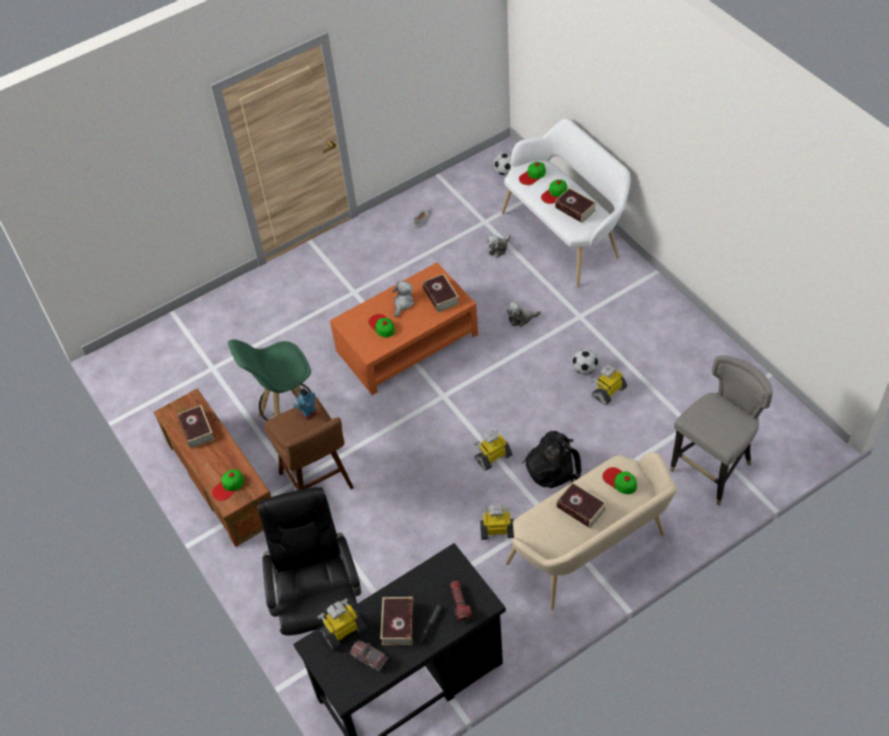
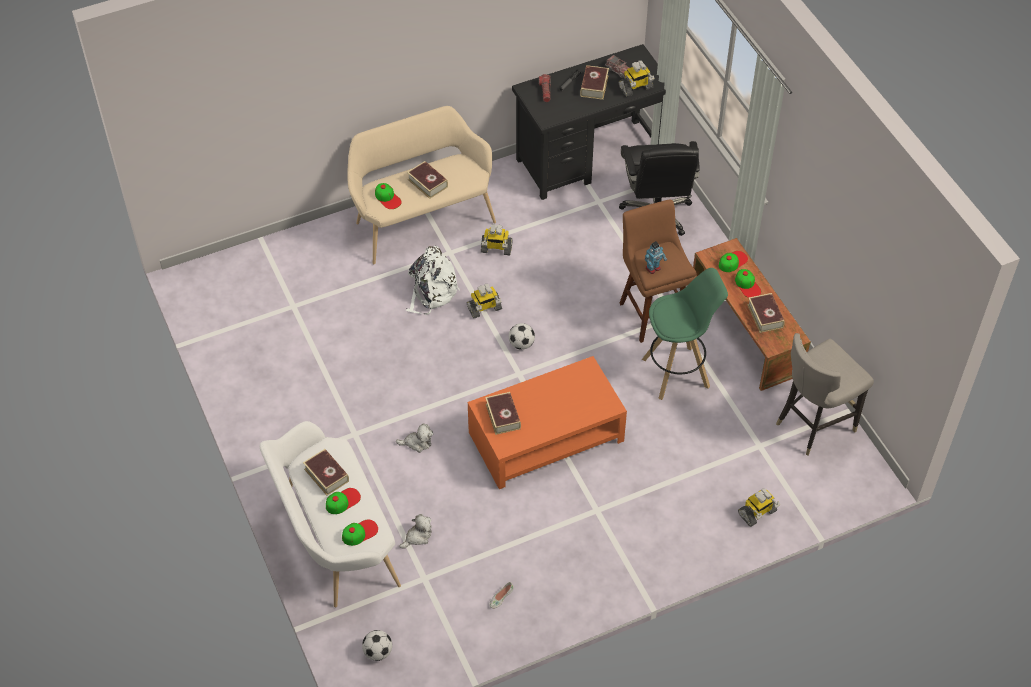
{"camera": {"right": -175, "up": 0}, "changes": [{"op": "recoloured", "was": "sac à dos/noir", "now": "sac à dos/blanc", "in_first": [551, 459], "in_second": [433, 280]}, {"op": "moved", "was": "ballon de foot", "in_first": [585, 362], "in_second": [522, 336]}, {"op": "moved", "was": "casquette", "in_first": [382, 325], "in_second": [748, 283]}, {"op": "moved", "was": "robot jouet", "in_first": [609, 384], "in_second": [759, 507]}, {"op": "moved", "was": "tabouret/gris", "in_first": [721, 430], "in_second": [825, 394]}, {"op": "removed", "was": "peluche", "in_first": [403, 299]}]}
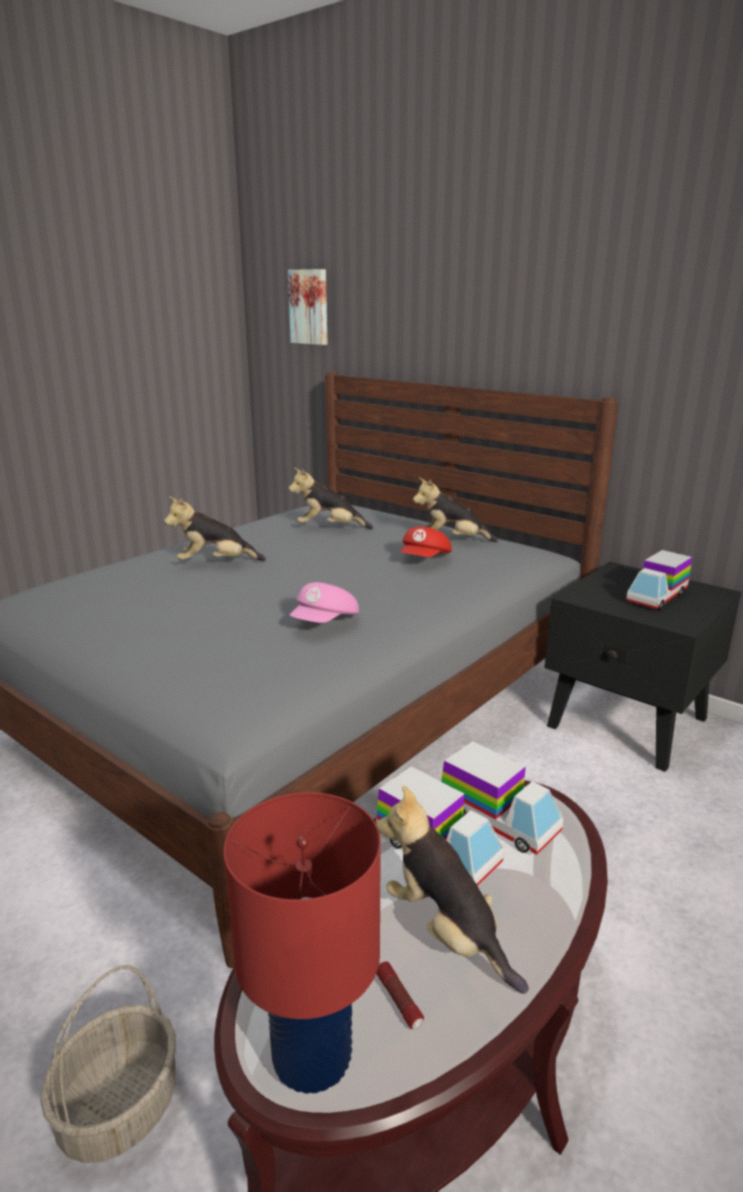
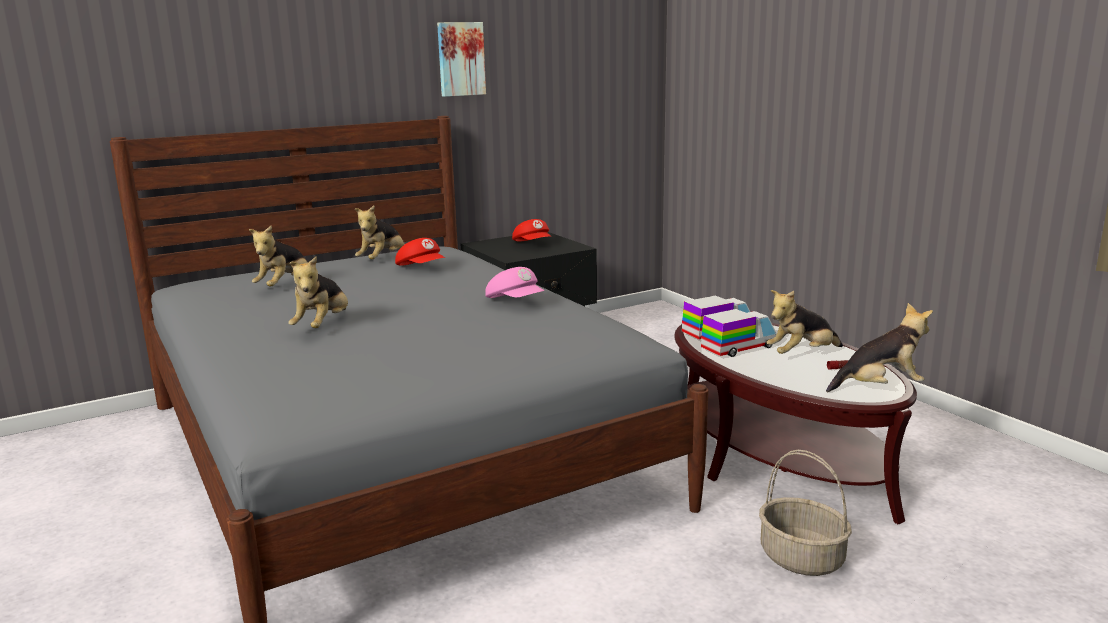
{"camera": {"right": -70, "up": -5}, "changes": [{"op": "moved", "was": "tableau", "in_first": [308, 307], "in_second": [461, 59]}, {"op": "replaced", "was": "camion jouet", "now": "casquette/rouge", "in_first": [659, 580], "in_second": [531, 230]}, {"op": "replaced", "was": "lampe de table/rouge", "now": "peluche", "in_first": [302, 943], "in_second": [879, 347]}]}
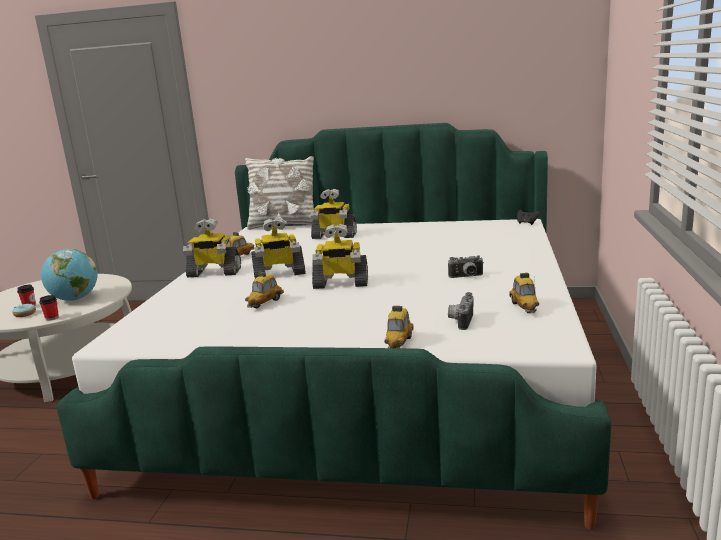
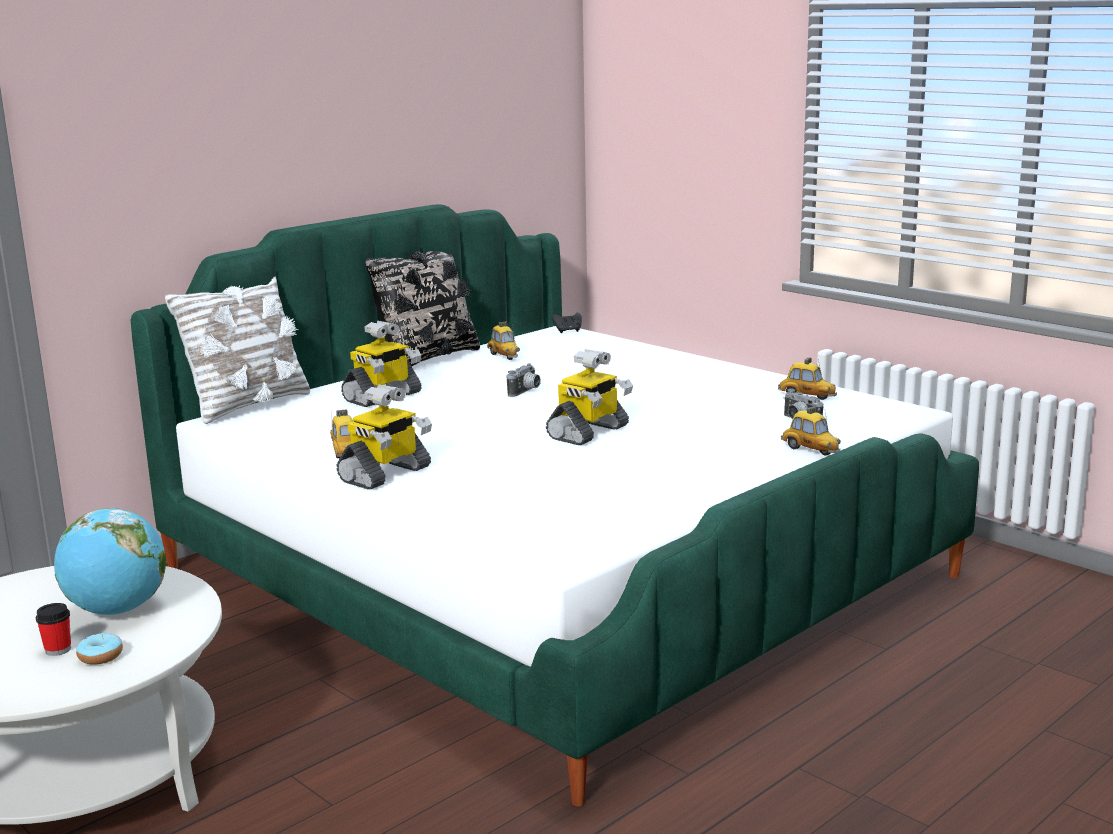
{"camera": {"right": -55, "up": 0}, "changes": [{"op": "added", "now": "coussin/noir", "in_second": [423, 308]}, {"op": "moved", "was": "petite voiture", "in_first": [264, 290], "in_second": [503, 340]}, {"op": "moved", "was": "appareil photo", "in_first": [466, 266], "in_second": [524, 380]}, {"op": "removed", "was": "tasse", "in_first": [49, 308]}, {"op": "removed", "was": "robot jouet", "in_first": [278, 248]}]}
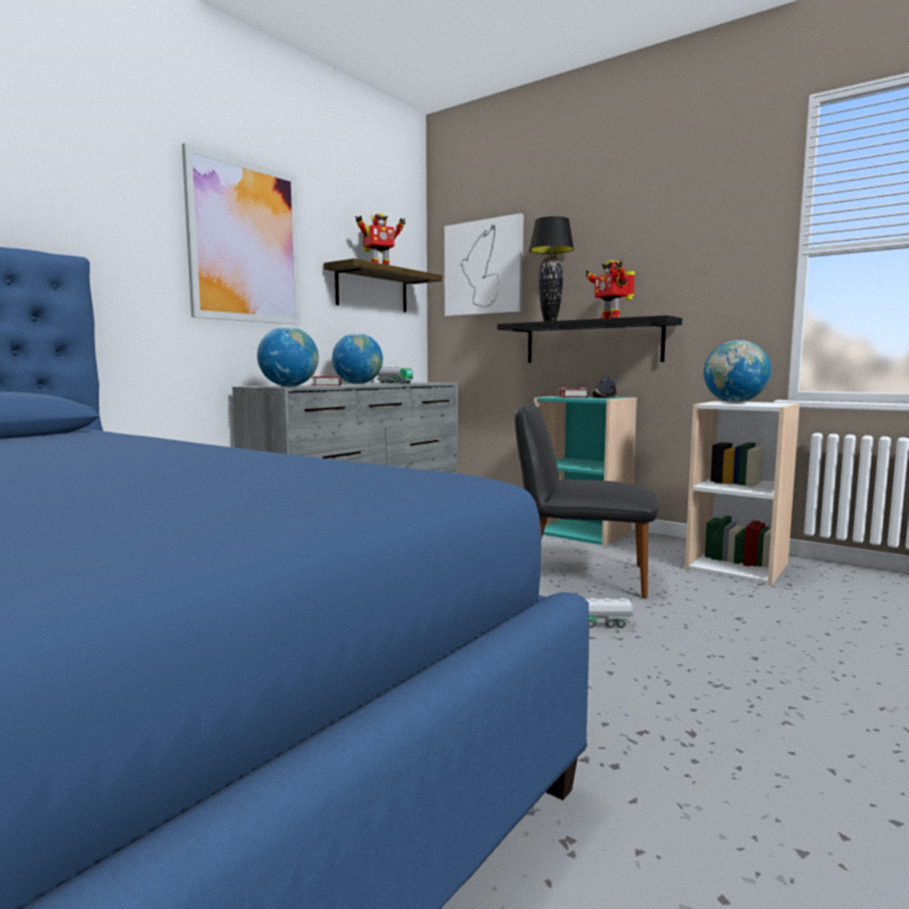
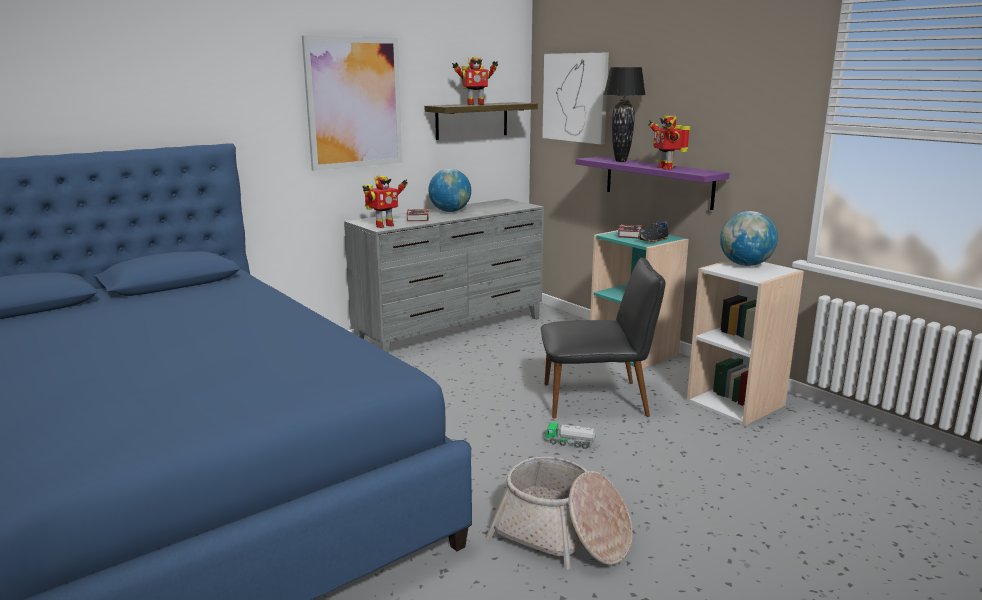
{"camera": {"right": 15, "up": 10}, "changes": [{"op": "replaced", "was": "globe", "now": "robot jouet", "in_first": [288, 356], "in_second": [385, 202]}, {"op": "added", "now": "panier", "in_second": [559, 513]}, {"op": "turned", "was": "chaise/noir", "in_first": [586, 501], "in_second": [603, 338], "clockwise": 150}, {"op": "recoloured", "was": "étagère/noir", "now": "étagère/violet", "in_first": [589, 339], "in_second": [653, 183]}, {"op": "removed", "was": "camion jouet", "in_first": [395, 375]}]}
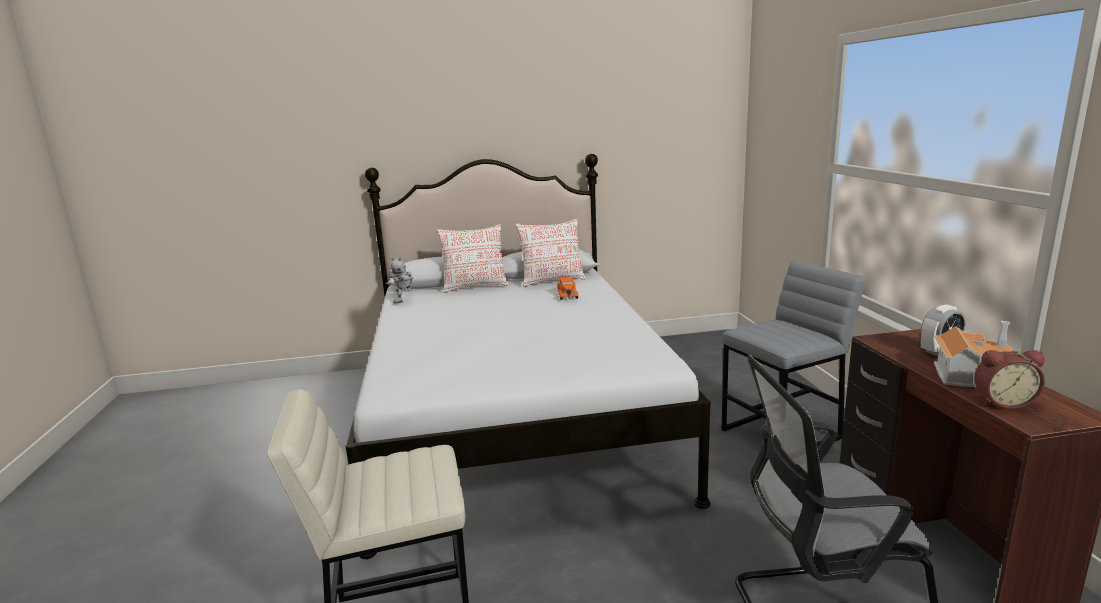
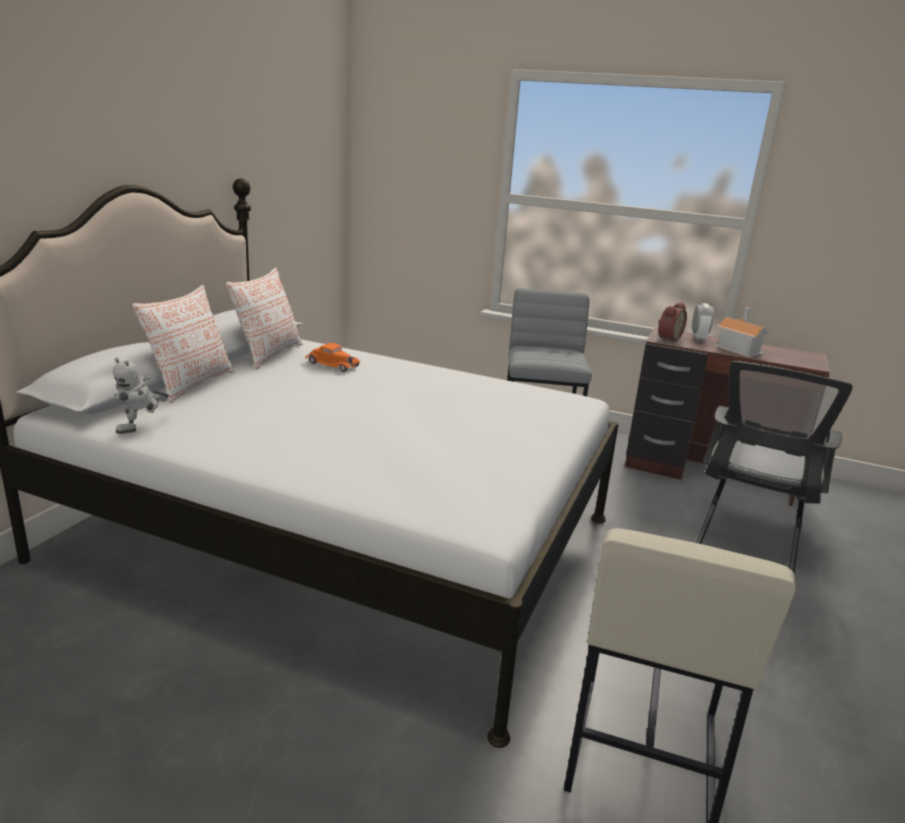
{"camera": {"right": -60, "up": 5}, "changes": [{"op": "turned", "was": "robot jouet", "in_first": [401, 281], "in_second": [141, 395], "clockwise": 75}, {"op": "moved", "was": "réveil", "in_first": [1009, 379], "in_second": [672, 322]}]}
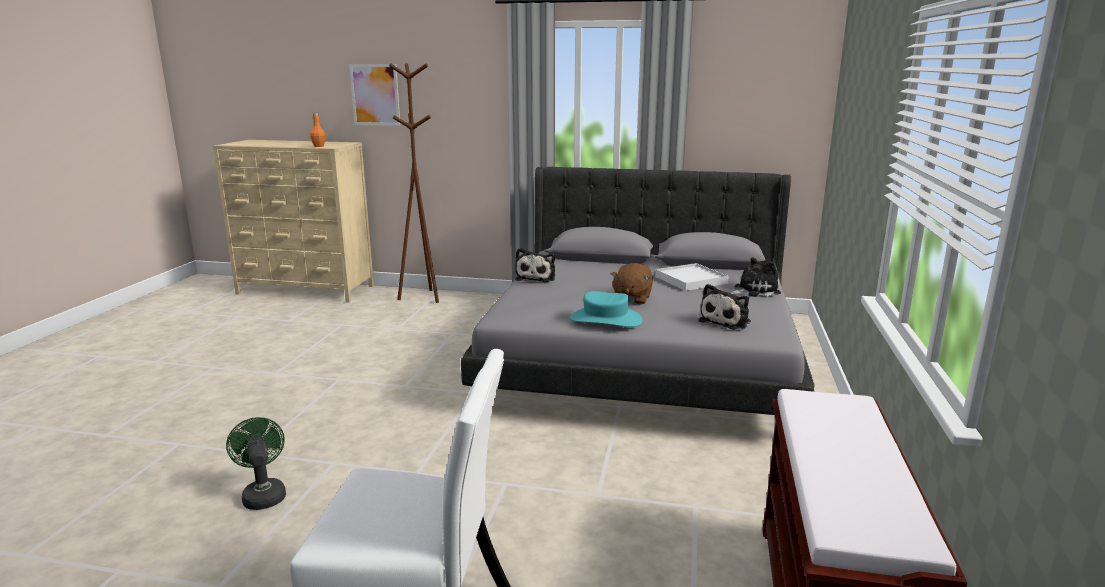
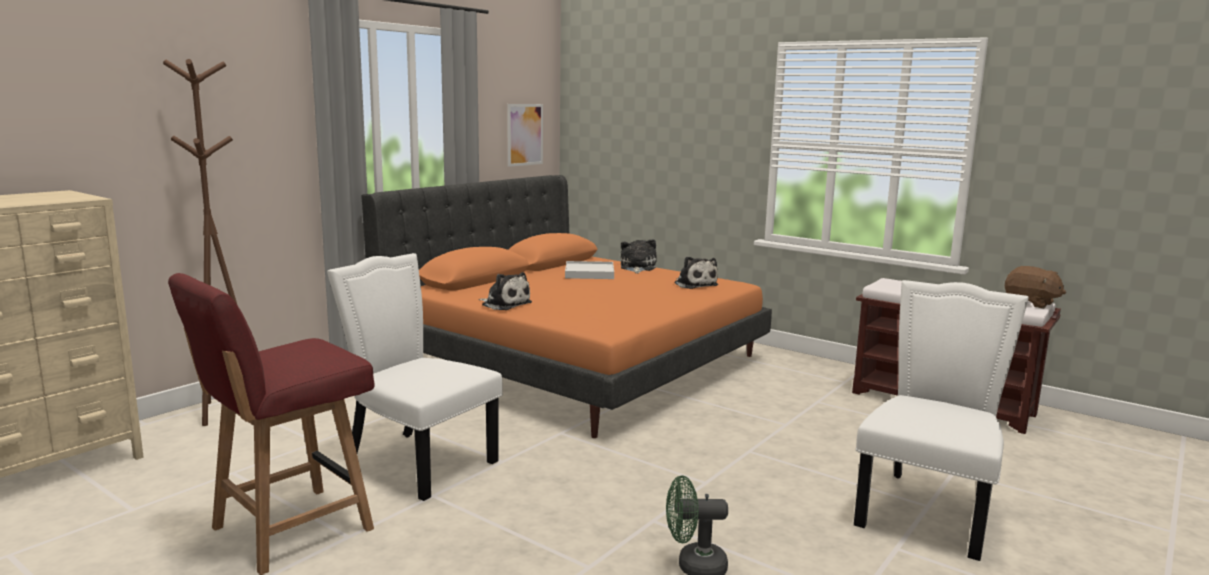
{"camera": {"right": -65, "up": -5}, "changes": [{"op": "added", "now": "chaise/rouge", "in_second": [271, 424]}, {"op": "added", "now": "chaise/blanc", "in_second": [415, 377]}, {"op": "recoloured", "was": "lit/gris", "now": "lit/orange", "in_first": [637, 291], "in_second": [567, 306]}, {"op": "moved", "was": "tableau", "in_first": [374, 95], "in_second": [525, 135]}, {"op": "moved", "was": "peluche/marron", "in_first": [632, 284], "in_second": [1035, 287]}, {"op": "removed", "was": "bouteille/orange", "in_first": [318, 129]}, {"op": "removed", "was": "chapeau/turquoise", "in_first": [606, 309]}]}
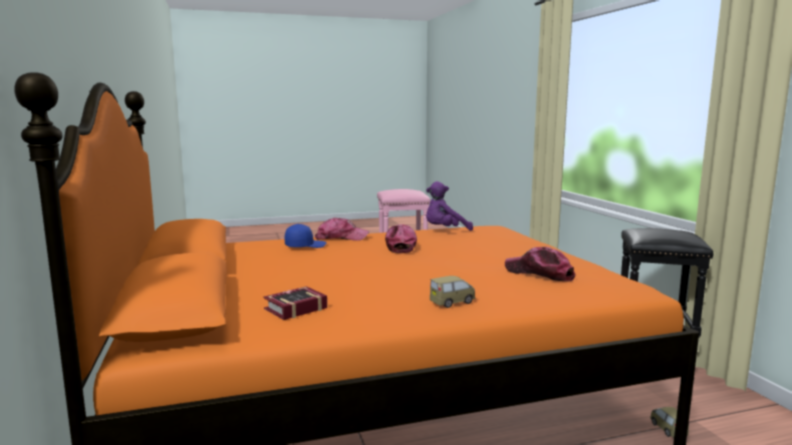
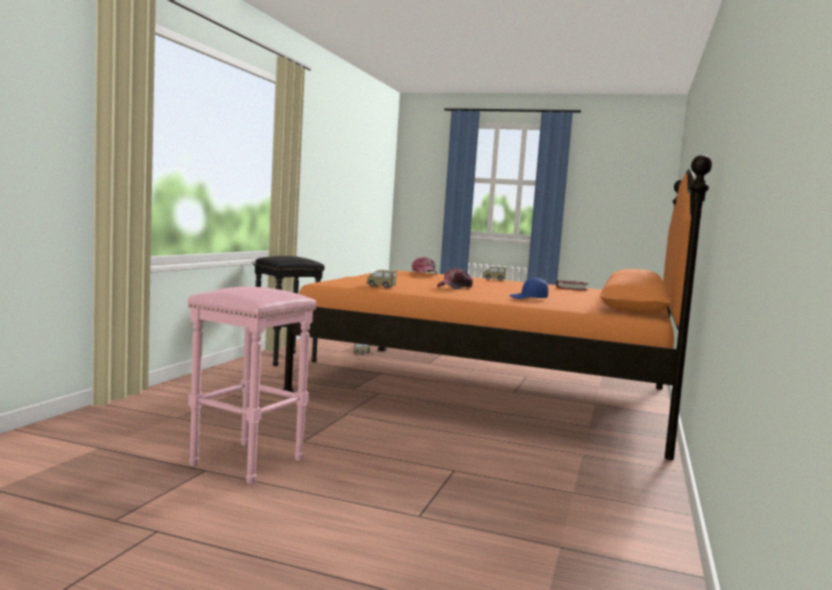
{"camera": {"right": -145, "up": -5}, "changes": [{"op": "replaced", "was": "peluche/violet", "now": "petite voiture", "in_first": [449, 206], "in_second": [382, 279]}, {"op": "removed", "was": "casquette", "in_first": [342, 229]}]}
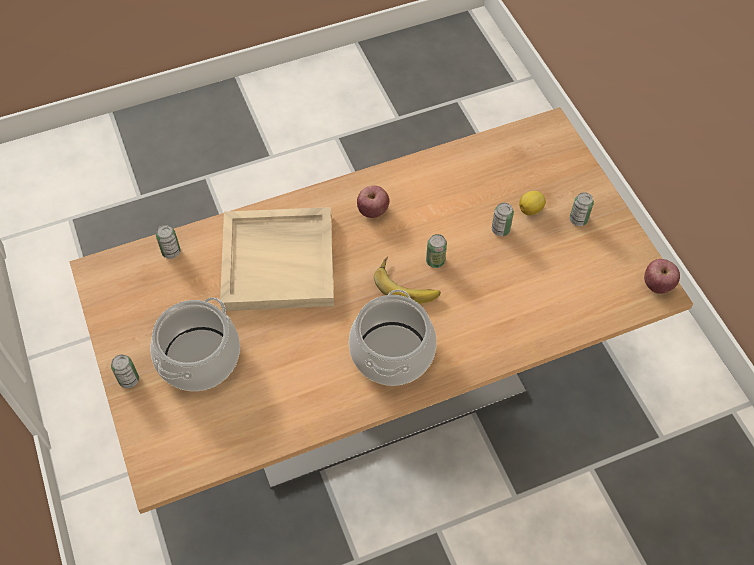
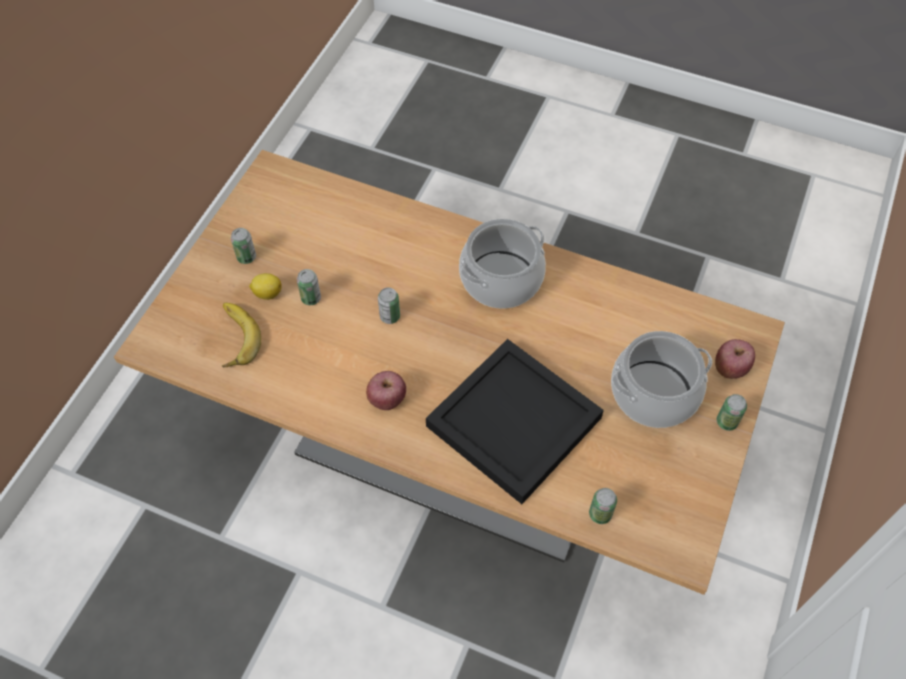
{"camera": {"right": -135, "up": 0}, "changes": [{"op": "moved", "was": "banane", "in_first": [407, 280], "in_second": [241, 335]}, {"op": "recoloured", "was": "plateau/beige", "now": "plateau/noir", "in_first": [277, 259], "in_second": [515, 421]}, {"op": "moved", "was": "pomme", "in_first": [662, 276], "in_second": [735, 359]}]}
